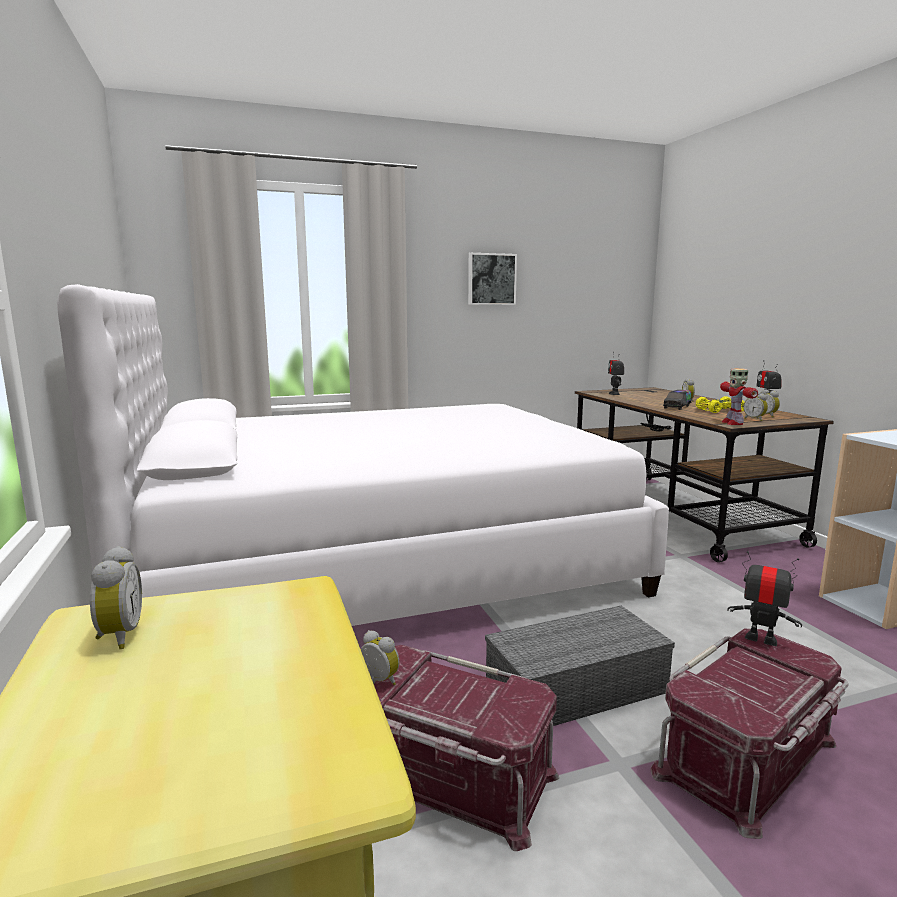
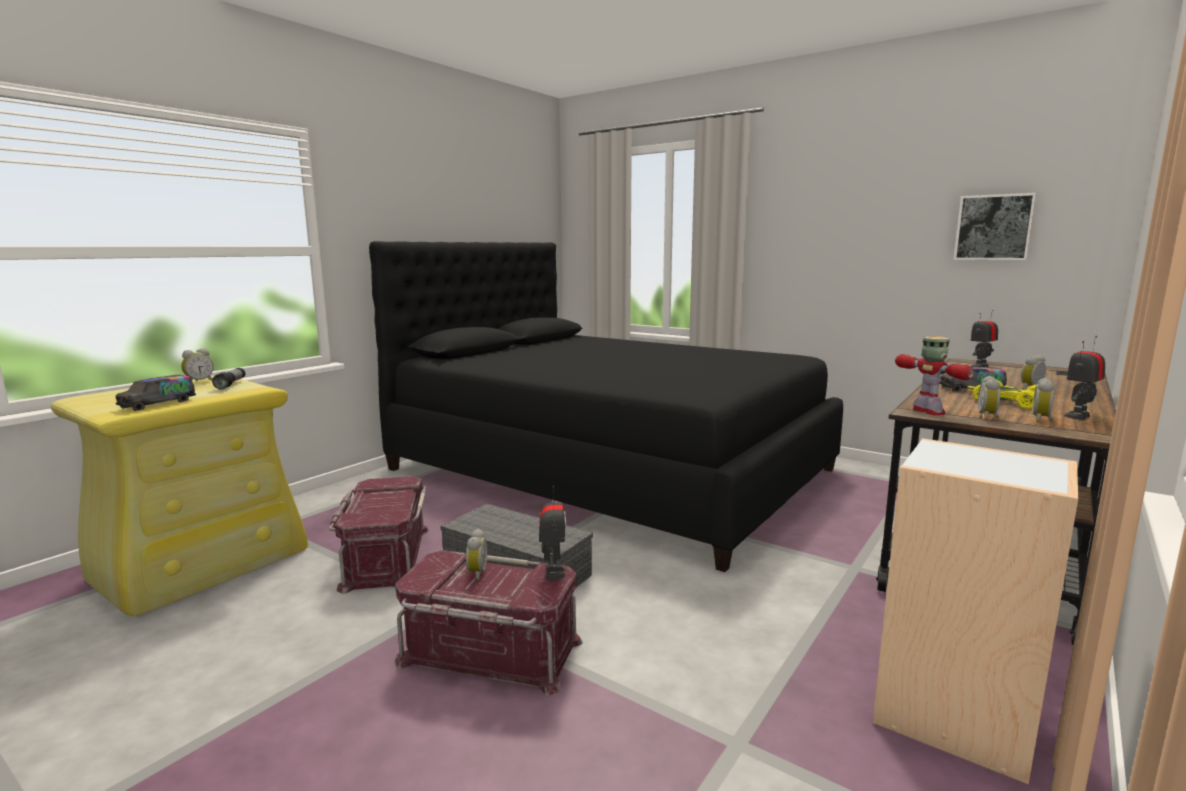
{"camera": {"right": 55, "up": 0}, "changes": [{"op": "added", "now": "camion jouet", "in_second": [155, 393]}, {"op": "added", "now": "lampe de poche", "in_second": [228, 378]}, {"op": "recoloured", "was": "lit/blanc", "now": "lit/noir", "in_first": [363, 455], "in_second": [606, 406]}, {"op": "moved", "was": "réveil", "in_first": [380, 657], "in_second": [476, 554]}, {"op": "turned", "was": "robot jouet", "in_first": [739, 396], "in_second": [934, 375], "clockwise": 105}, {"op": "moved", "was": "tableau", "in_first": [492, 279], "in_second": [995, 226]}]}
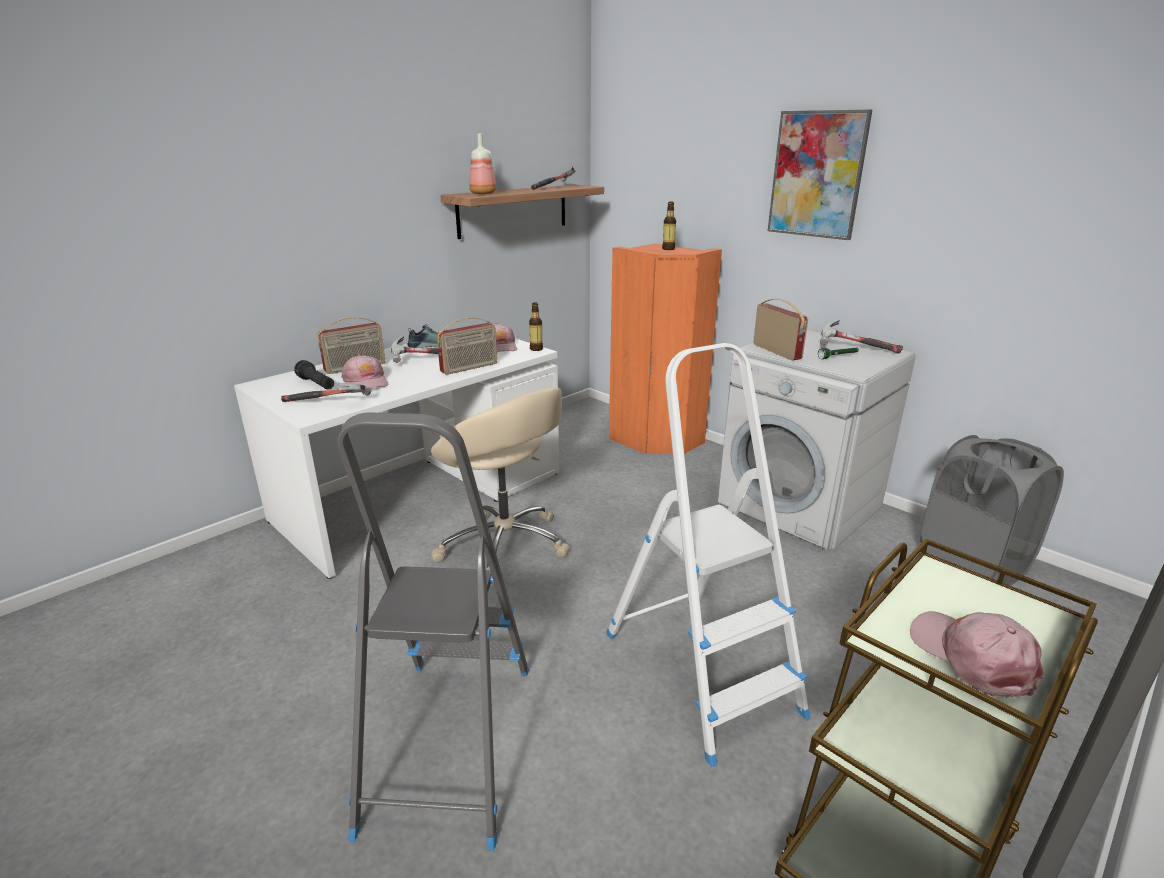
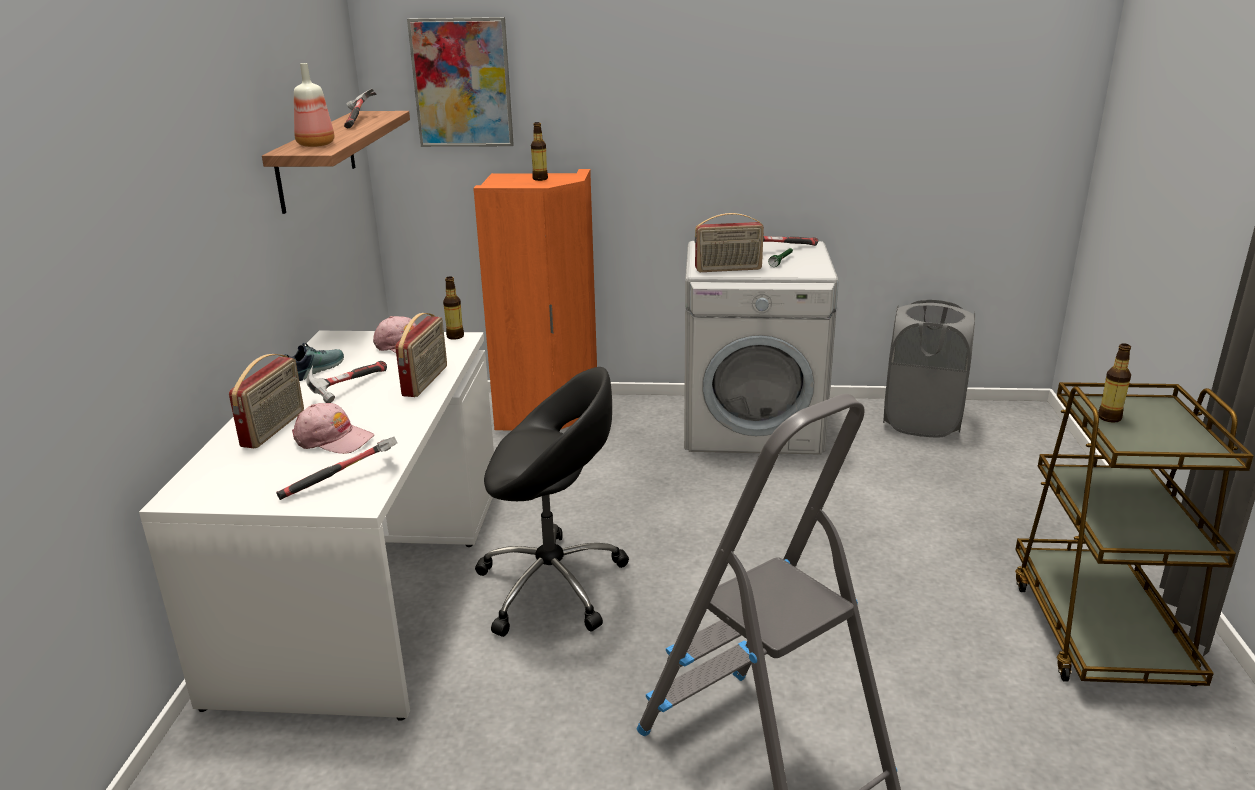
{"camera": {"right": -40, "up": 0}, "changes": [{"op": "moved", "was": "tableau", "in_first": [820, 175], "in_second": [460, 82]}, {"op": "recoloured", "was": "chaise de bureau/beige", "now": "chaise de bureau/noir", "in_first": [500, 487], "in_second": [552, 502]}, {"op": "turned", "was": "radio", "in_first": [780, 330], "in_second": [729, 242], "clockwise": 150}, {"op": "added", "now": "bouteille", "in_second": [1114, 383]}, {"op": "removed", "was": "lampe de poche/noir", "in_first": [314, 375]}, {"op": "removed", "was": "escabeau/blanc", "in_first": [708, 555]}, {"op": "removed", "was": "casquette/rose", "in_first": [977, 654]}]}
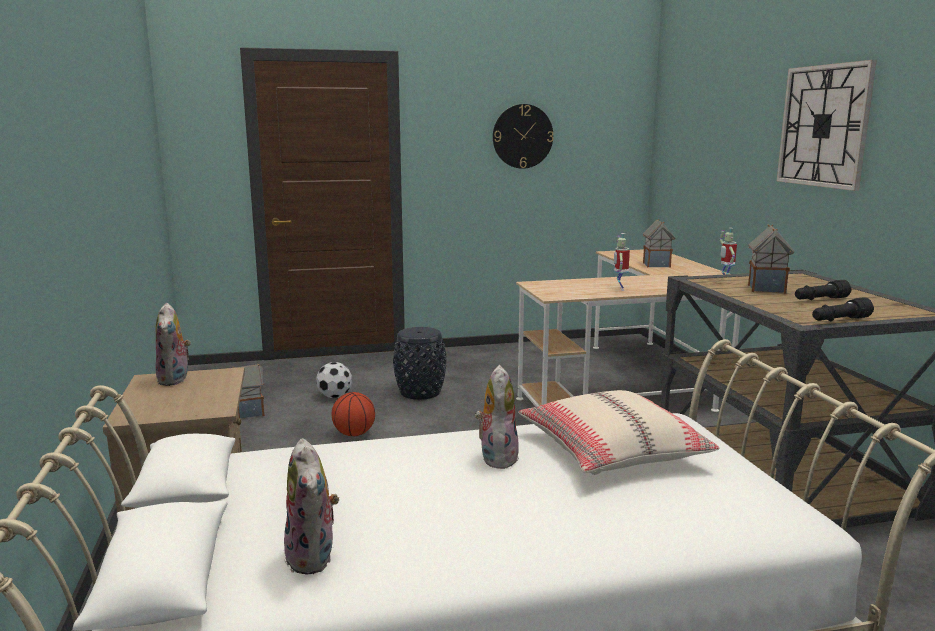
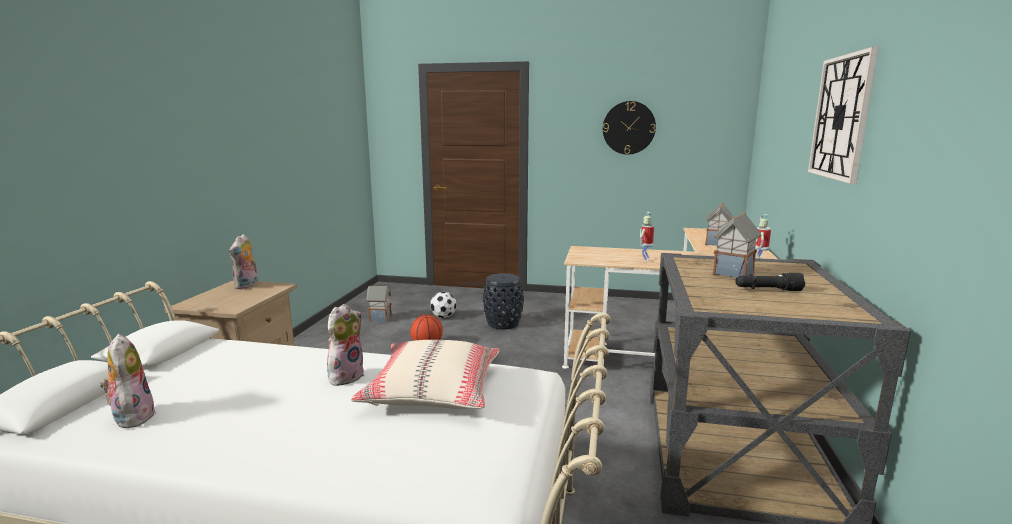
{"camera": {"right": 25, "up": 0}, "changes": [{"op": "turned", "was": "peluche", "in_first": [311, 506], "in_second": [127, 381], "clockwise": 150}, {"op": "removed", "was": "lampe de poche/noir", "in_first": [843, 309]}]}
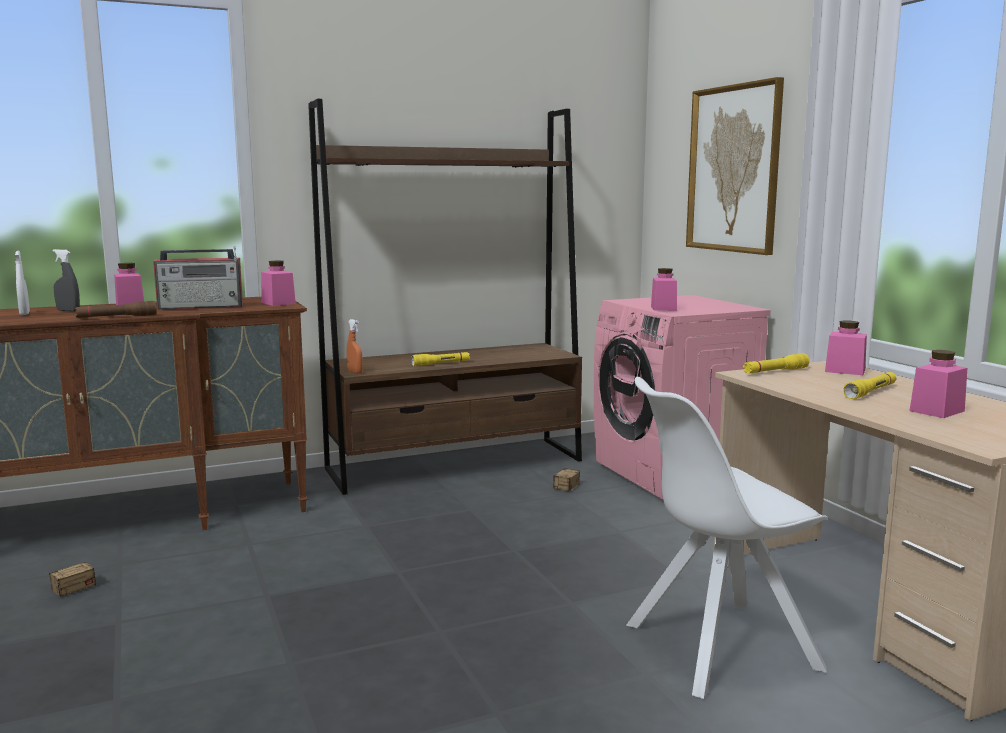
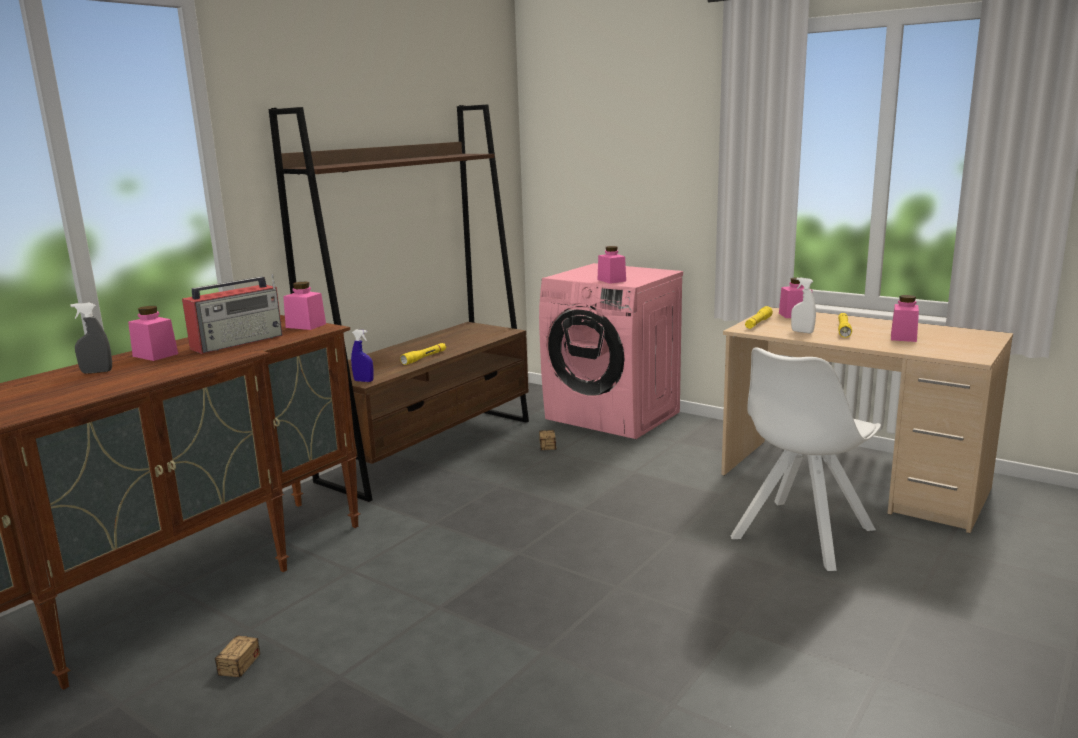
{"camera": {"right": -30, "up": 5}, "changes": [{"op": "recoloured", "was": "vaporisateur/orange", "now": "vaporisateur/bleu", "in_first": [355, 346], "in_second": [362, 356]}, {"op": "moved", "was": "vaporisateur/blanc", "in_first": [22, 283], "in_second": [803, 305]}, {"op": "removed", "was": "lampe de poche/marron", "in_first": [116, 309]}, {"op": "removed", "was": "tableau", "in_first": [735, 166]}]}
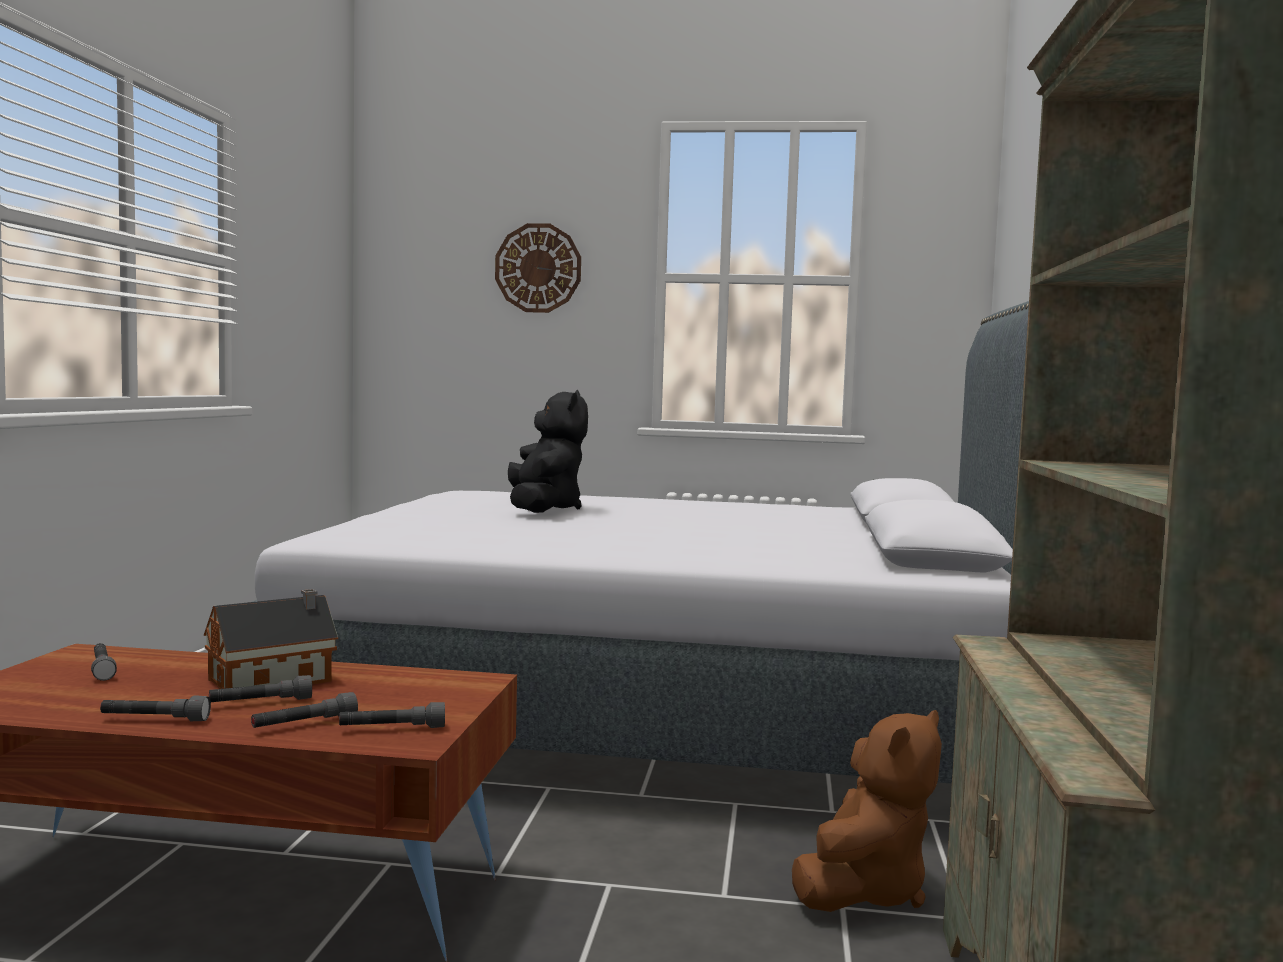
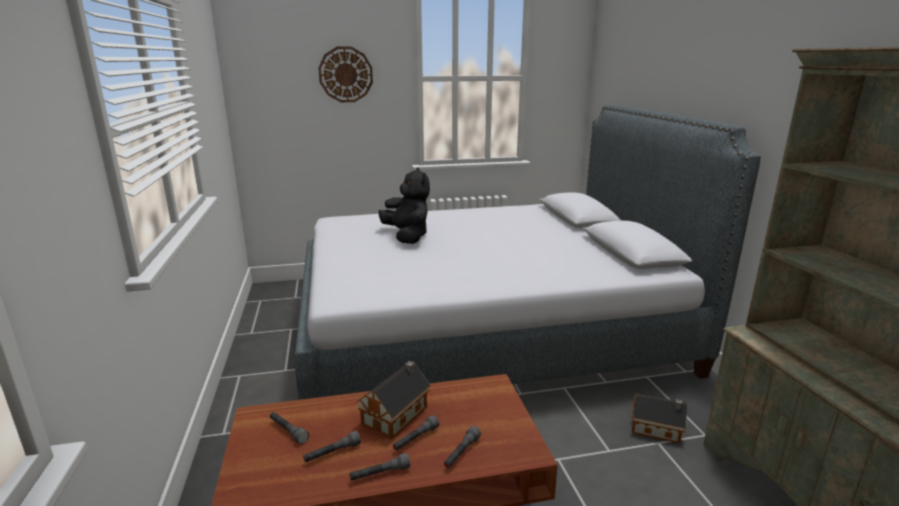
{"camera": {"right": -20, "up": 15}, "changes": [{"op": "moved", "was": "lampe de poche/gris", "in_first": [392, 715], "in_second": [332, 446]}, {"op": "replaced", "was": "peluche/marron", "now": "maison miniature", "in_first": [867, 811], "in_second": [660, 418]}]}
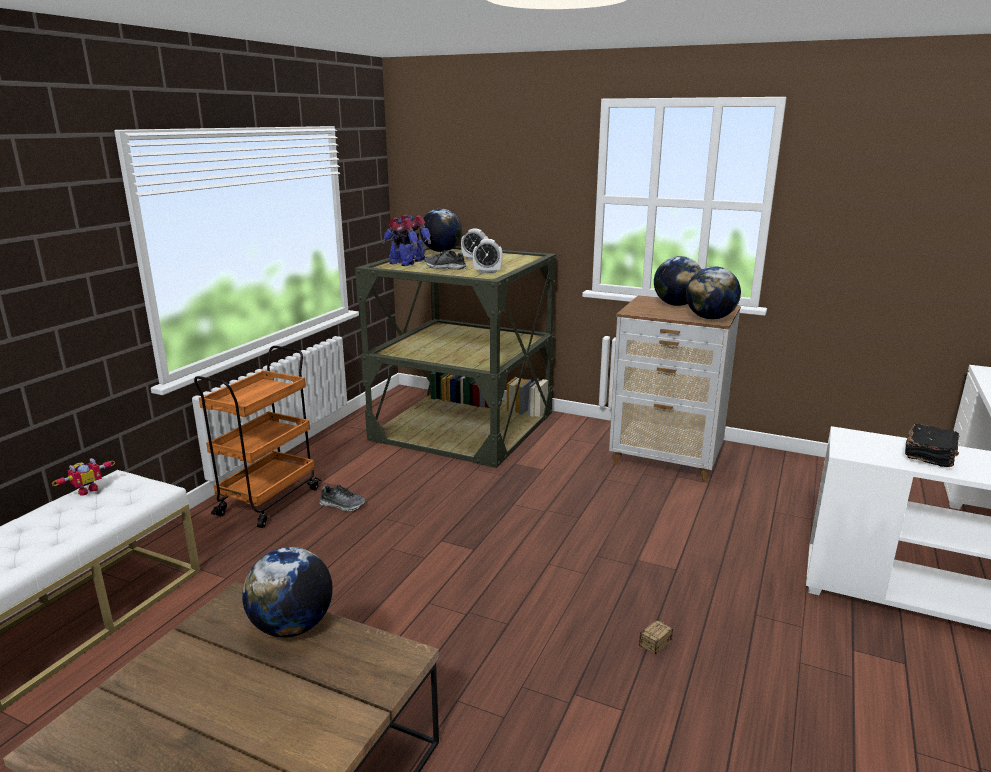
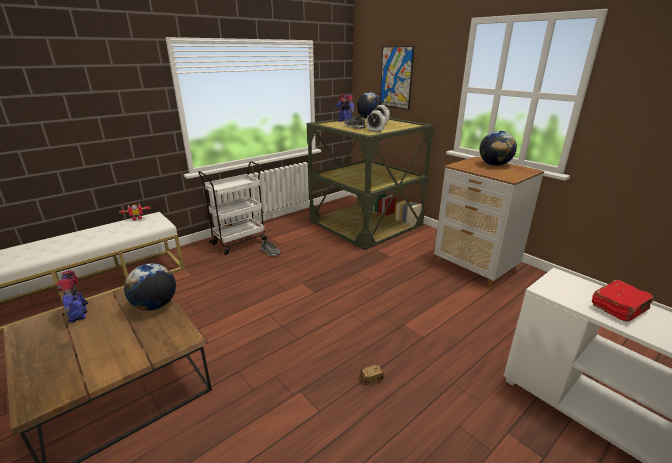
{"camera": {"right": 25, "up": 5}, "changes": [{"op": "moved", "was": "robot jouet", "in_first": [400, 241], "in_second": [72, 296]}, {"op": "recoloured", "was": "chariot/orange", "now": "chariot/blanc", "in_first": [257, 437], "in_second": [233, 208]}, {"op": "added", "now": "tableau", "in_second": [397, 78]}, {"op": "recoloured", "was": "livre/noir", "now": "livre/rouge", "in_first": [932, 445], "in_second": [623, 301]}, {"op": "removed", "was": "globe", "in_first": [713, 293]}]}
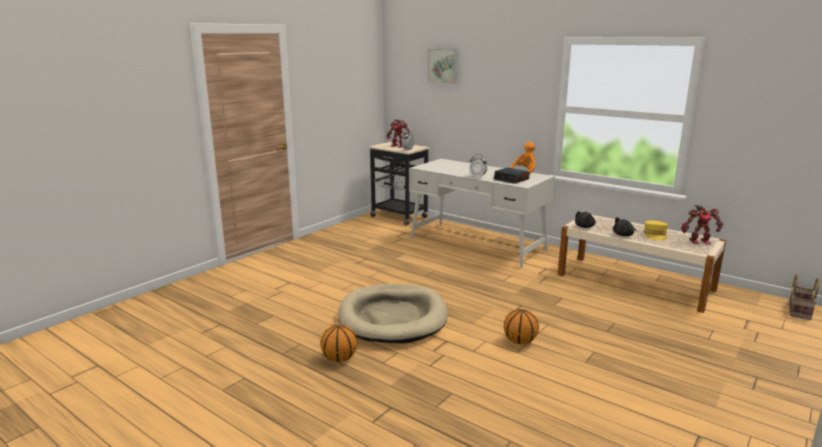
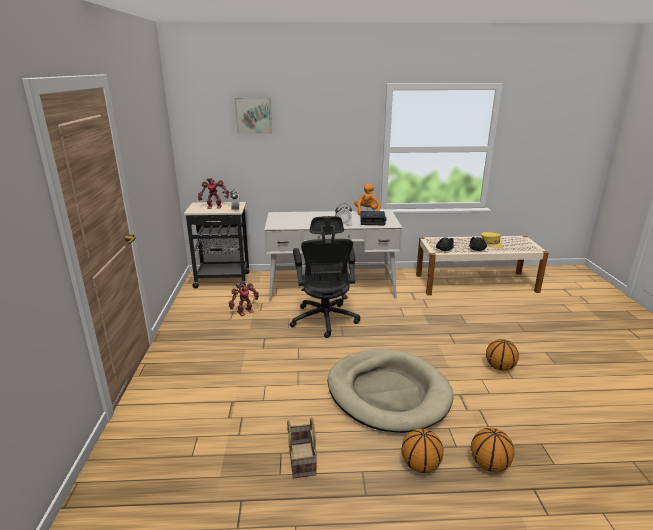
{"camera": {"right": -40, "up": 5}, "changes": [{"op": "moved", "was": "robot jouet", "in_first": [702, 224], "in_second": [243, 299]}, {"op": "moved", "was": "panier", "in_first": [804, 297], "in_second": [302, 447]}, {"op": "added", "now": "chaise de bureau", "in_second": [325, 277]}, {"op": "added", "now": "ballon de basket", "in_second": [493, 450]}]}
